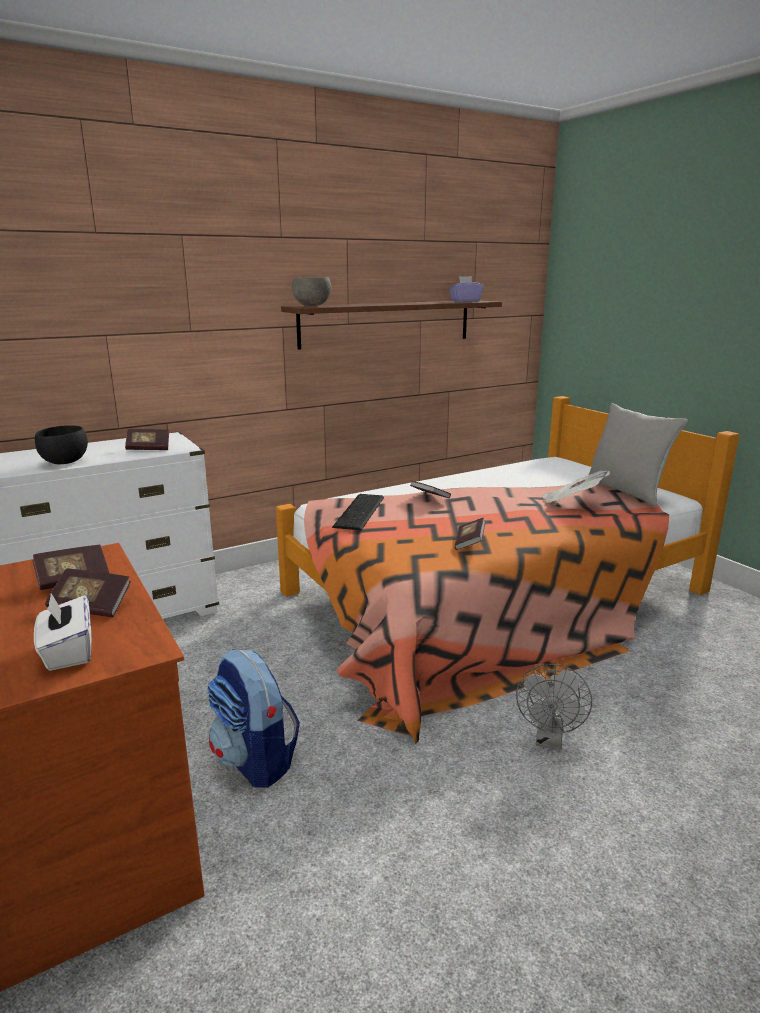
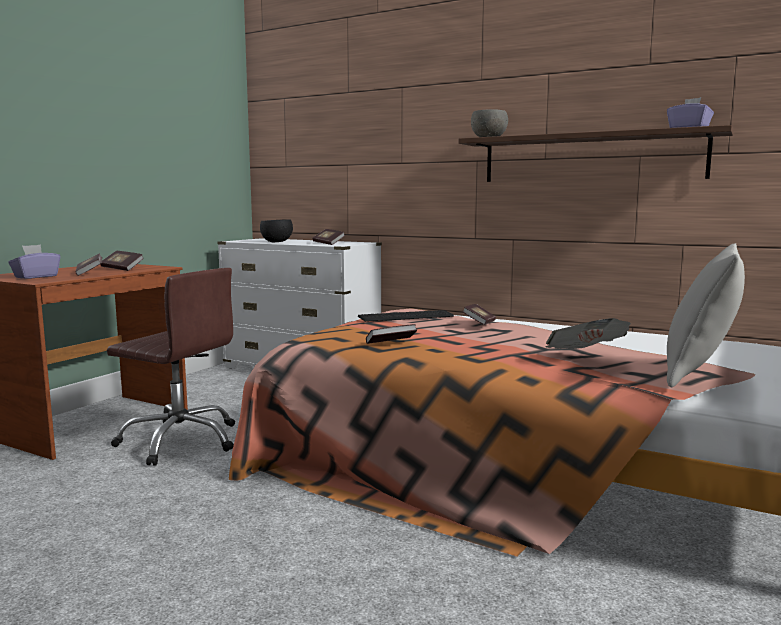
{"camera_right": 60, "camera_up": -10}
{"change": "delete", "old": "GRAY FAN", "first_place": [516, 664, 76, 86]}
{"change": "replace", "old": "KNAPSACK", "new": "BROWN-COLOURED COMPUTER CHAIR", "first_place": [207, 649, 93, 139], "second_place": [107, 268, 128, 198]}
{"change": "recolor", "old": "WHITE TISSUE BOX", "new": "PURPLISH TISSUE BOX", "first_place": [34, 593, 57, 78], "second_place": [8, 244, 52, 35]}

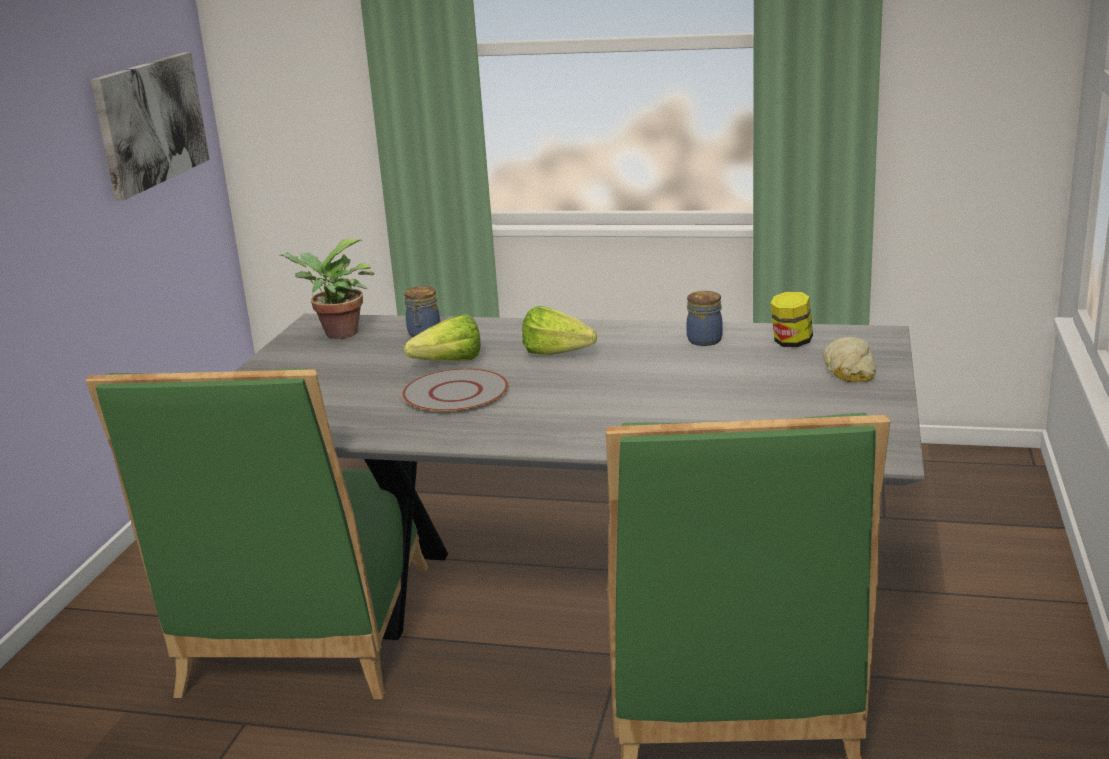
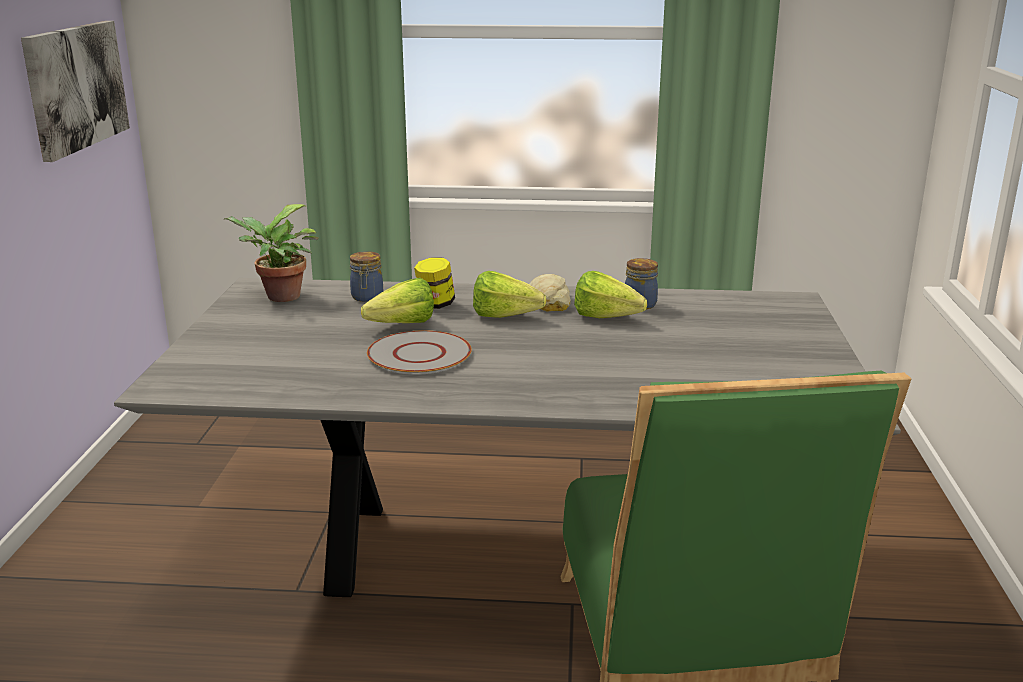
{"camera_right": -10, "camera_up": 0}
{"change": "delete", "old": "GREENISH PLAIN CHAIR", "first_place": [85, 368, 343, 331]}
{"change": "insert", "new": "LETTUCE", "second_place": [574, 271, 73, 47]}
{"change": "move", "old": "JAR", "first_place": [770, 291, 43, 56], "second_place": [414, 257, 41, 52]}
{"change": "move", "old": "BAKED BREAD", "first_place": [823, 337, 53, 45], "second_place": [529, 274, 42, 37]}

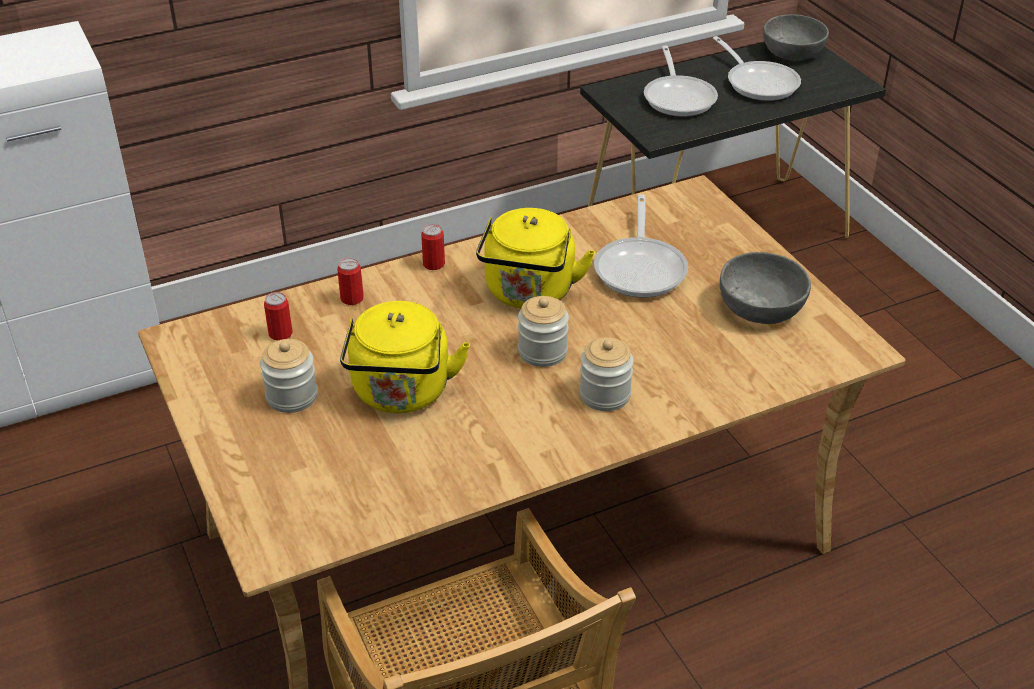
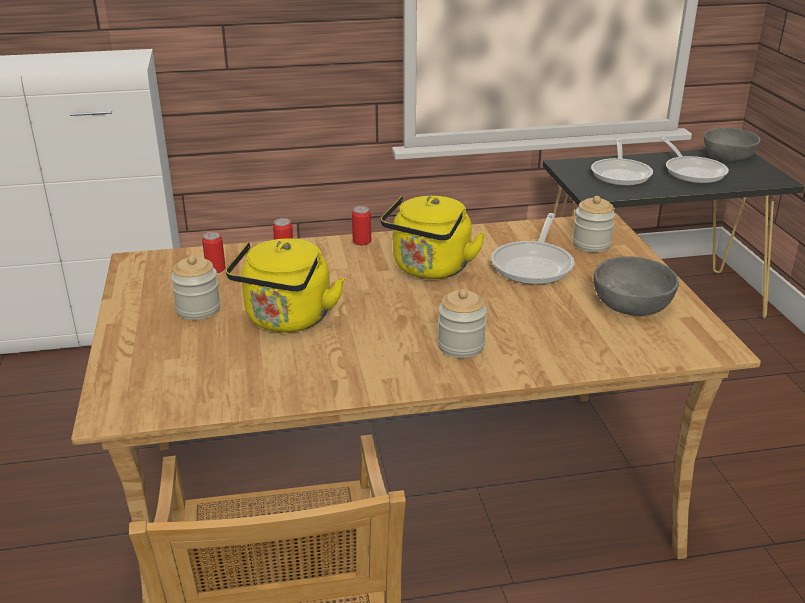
{"camera_right": 15, "camera_up": -10}
{"change": "move", "old": "JAR", "first_place": [518, 296, 51, 71], "second_place": [572, 196, 43, 57]}

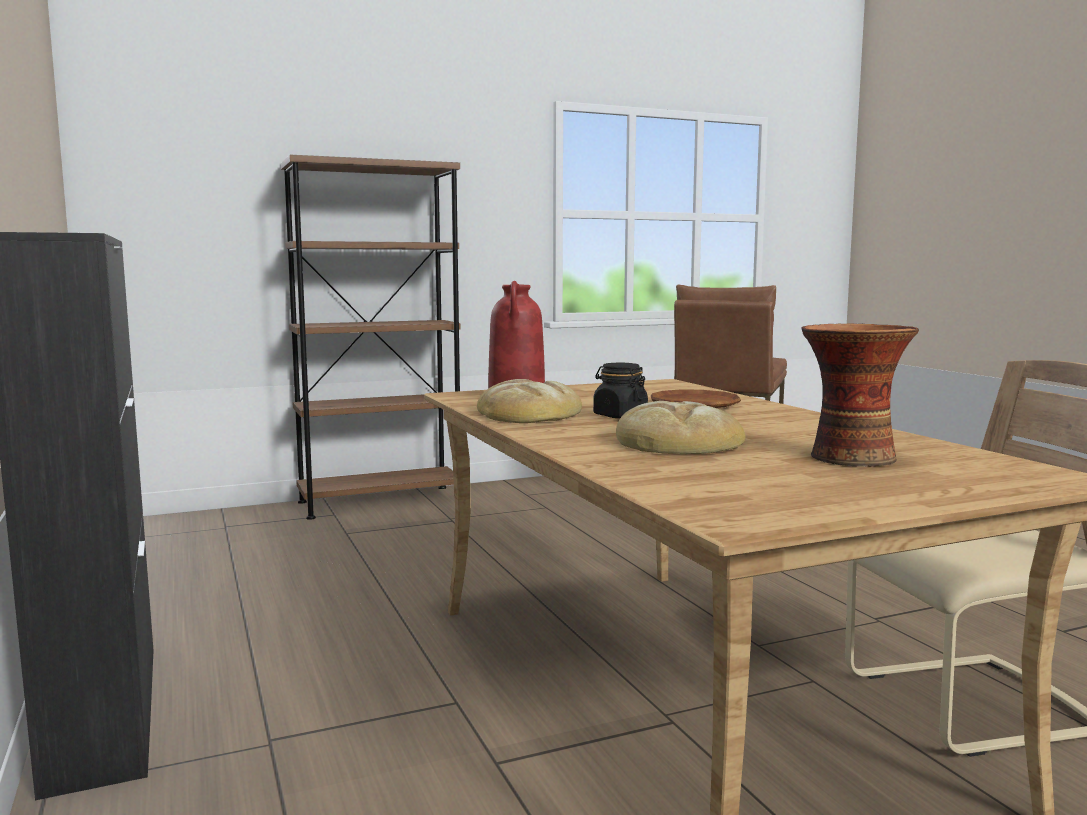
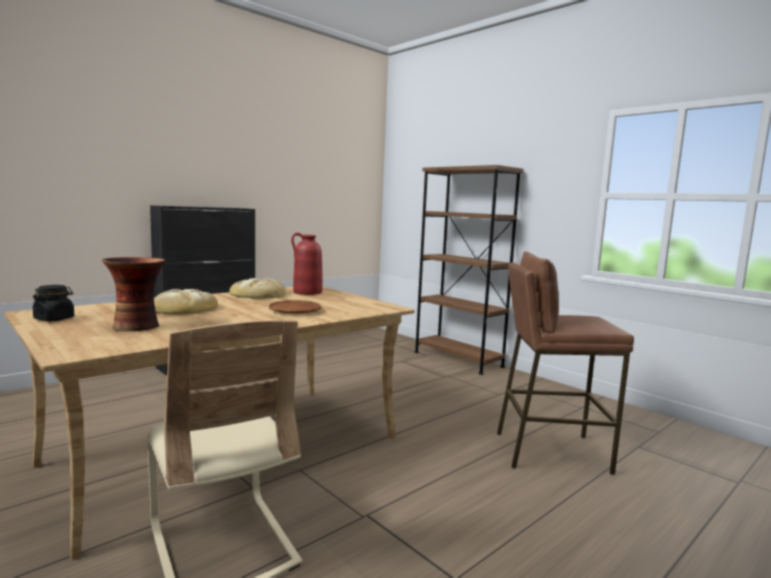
{"camera_right": 70, "camera_up": 0}
{"change": "move", "old": "BLACK-COLOURED JAR", "first_place": [593, 363, 55, 55], "second_place": [32, 285, 42, 36]}

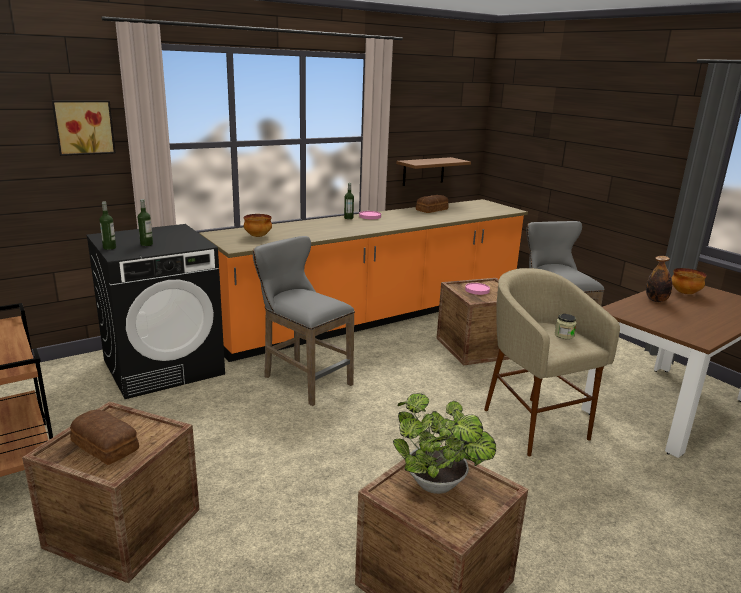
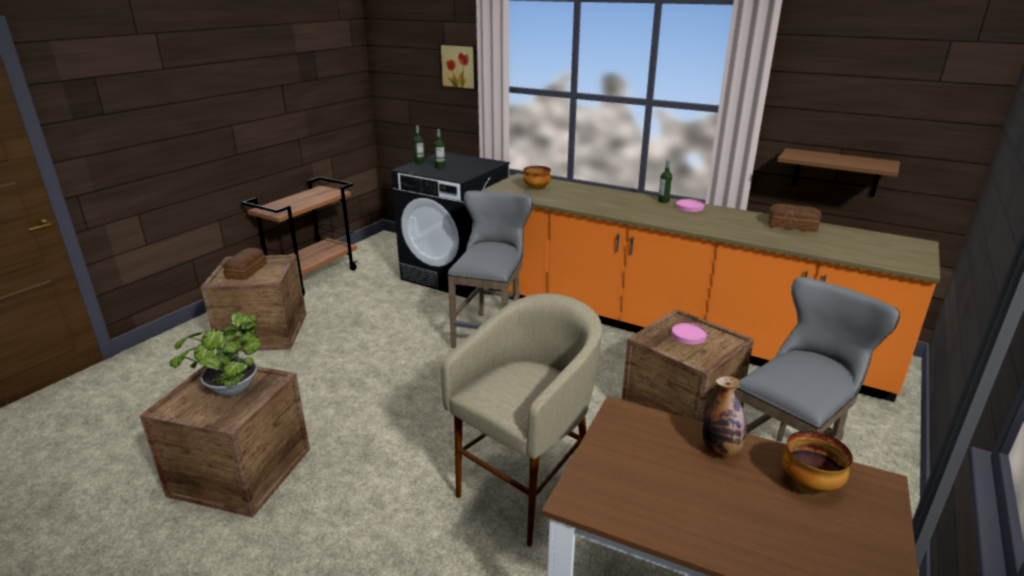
{"camera_right": 65, "camera_up": 5}
{"change": "delete", "old": "JAR", "first_place": [555, 314, 22, 25]}

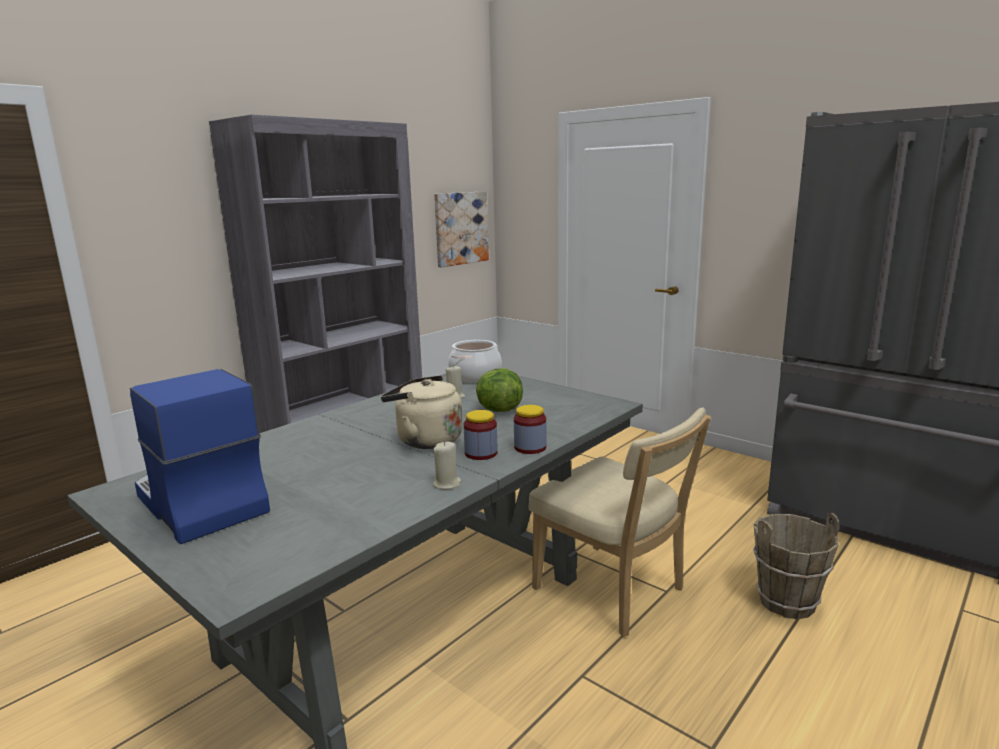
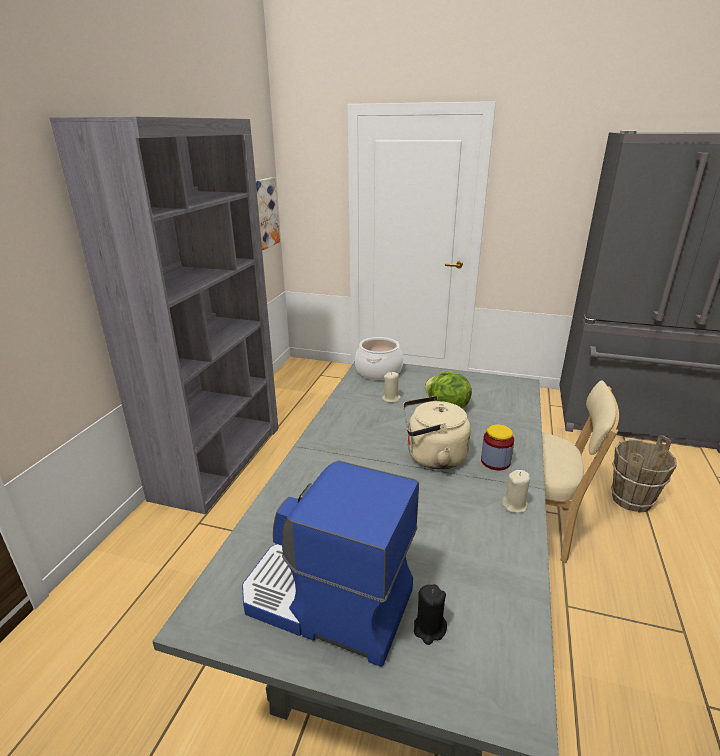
{"camera_right": -25, "camera_up": 10}
{"change": "delete", "old": "JAR", "first_place": [514, 405, 32, 49]}
{"change": "insert", "new": "BLACK-COLOURED CANDLE", "second_place": [414, 584, 33, 61]}

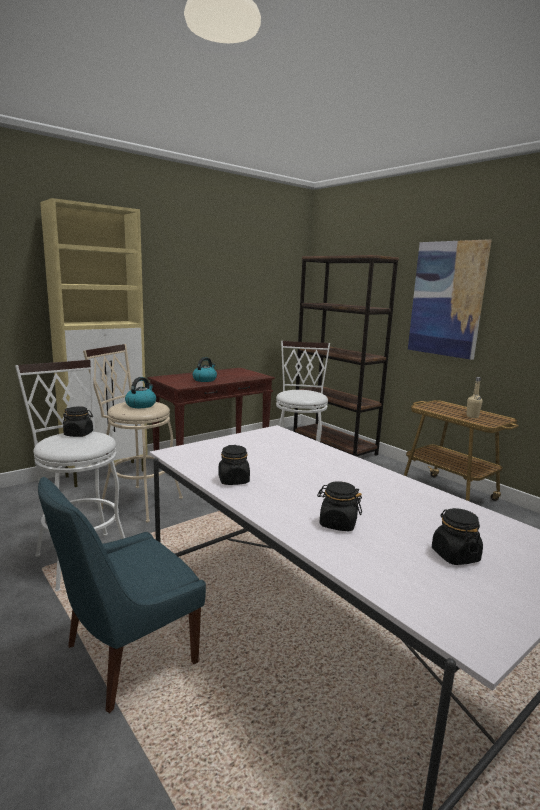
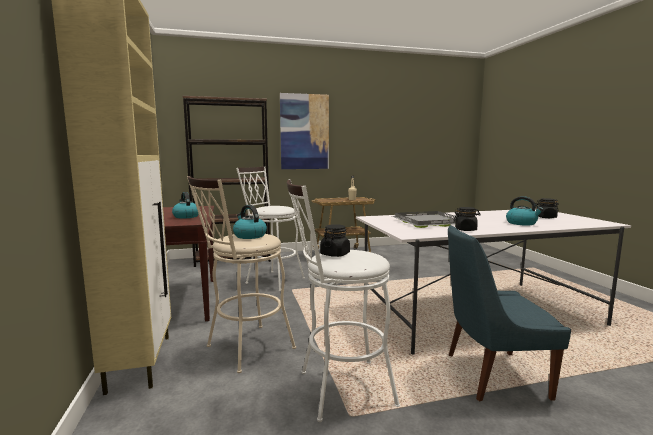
{"camera_right": -65, "camera_up": -5}
{"change": "insert", "new": "GRAY SERVING TRAY", "second_place": [392, 211, 64, 17]}
{"change": "replace", "old": "BLACK-COLOURED JAR", "new": "TEA KETTLE", "first_place": [317, 481, 45, 50], "second_place": [506, 196, 38, 30]}
{"change": "rotate", "old": "BLUE PLAIN CHAIR", "first_place": [38, 477, 168, 236], "second_place": [448, 225, 123, 176], "degrees": 105}

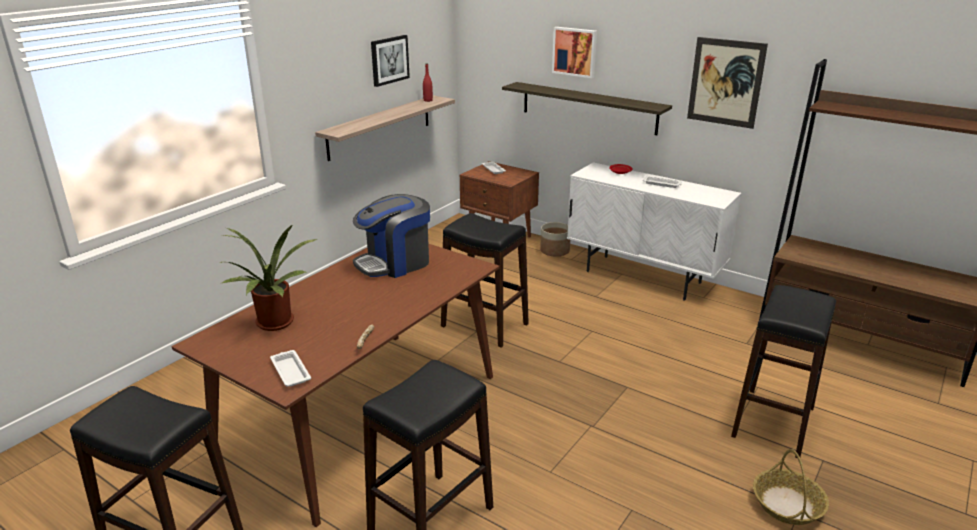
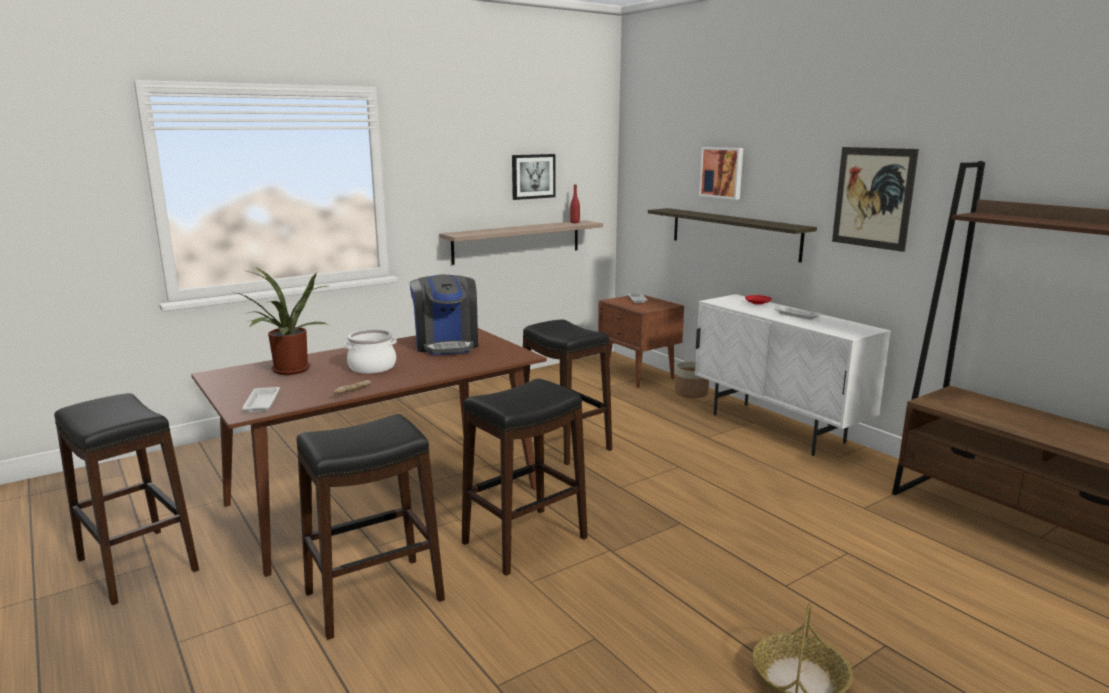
{"camera_right": 20, "camera_up": -10}
{"change": "insert", "new": "STOCKPOT", "second_place": [344, 329, 53, 45]}
{"change": "move", "old": "BLACK-COLOURED SITTING STOOL", "first_place": [731, 285, 105, 173], "second_place": [462, 379, 126, 197]}
{"change": "rotate", "old": "COFFEE BREWER", "first_place": [353, 194, 77, 84], "second_place": [409, 274, 69, 81], "degrees": -90}

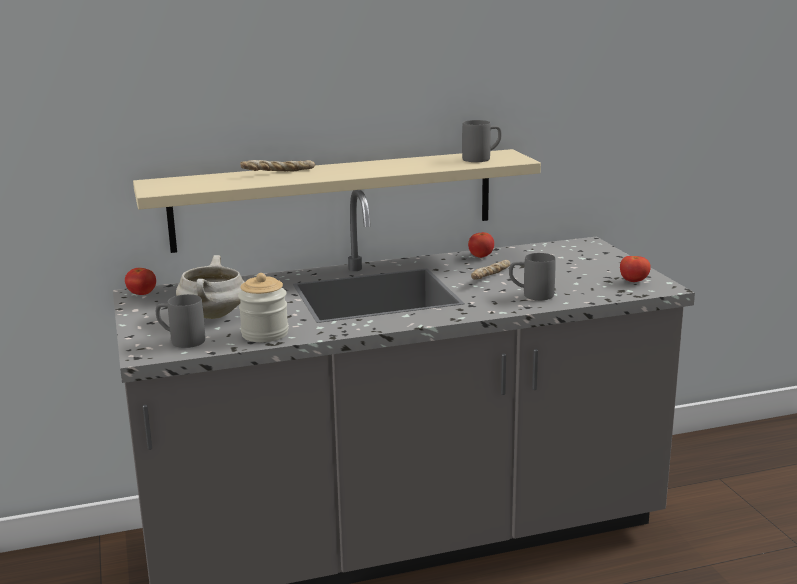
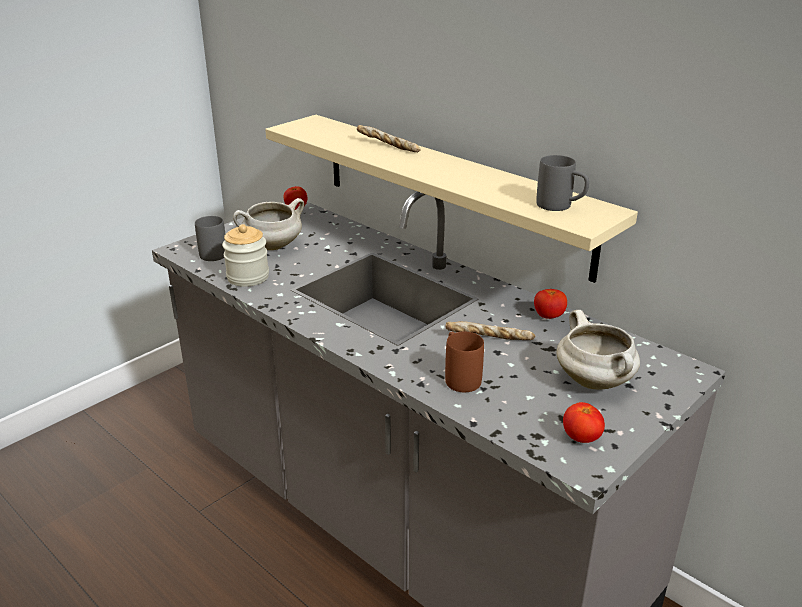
{"camera_right": 60, "camera_up": 10}
{"change": "insert", "new": "WHITE STOCKPOT", "second_place": [556, 310, 84, 80]}
{"change": "recolor", "old": "GRAY MUG", "new": "BROWN-COLOURED MUG", "first_place": [509, 253, 47, 47], "second_place": [445, 332, 39, 60]}

